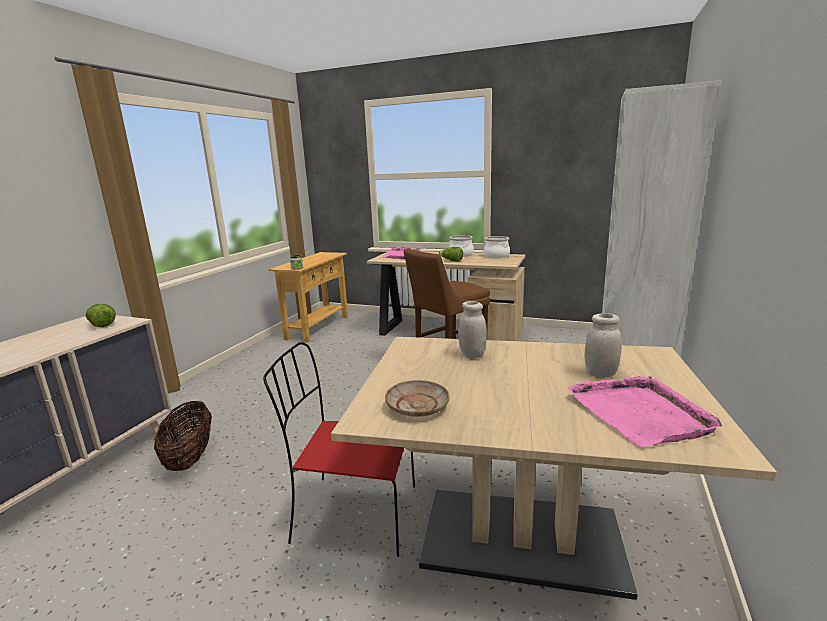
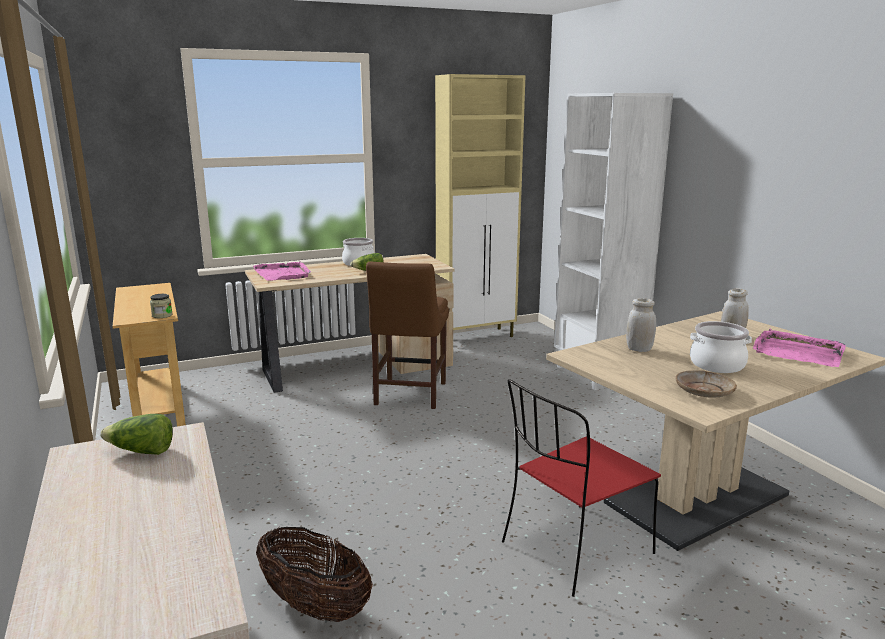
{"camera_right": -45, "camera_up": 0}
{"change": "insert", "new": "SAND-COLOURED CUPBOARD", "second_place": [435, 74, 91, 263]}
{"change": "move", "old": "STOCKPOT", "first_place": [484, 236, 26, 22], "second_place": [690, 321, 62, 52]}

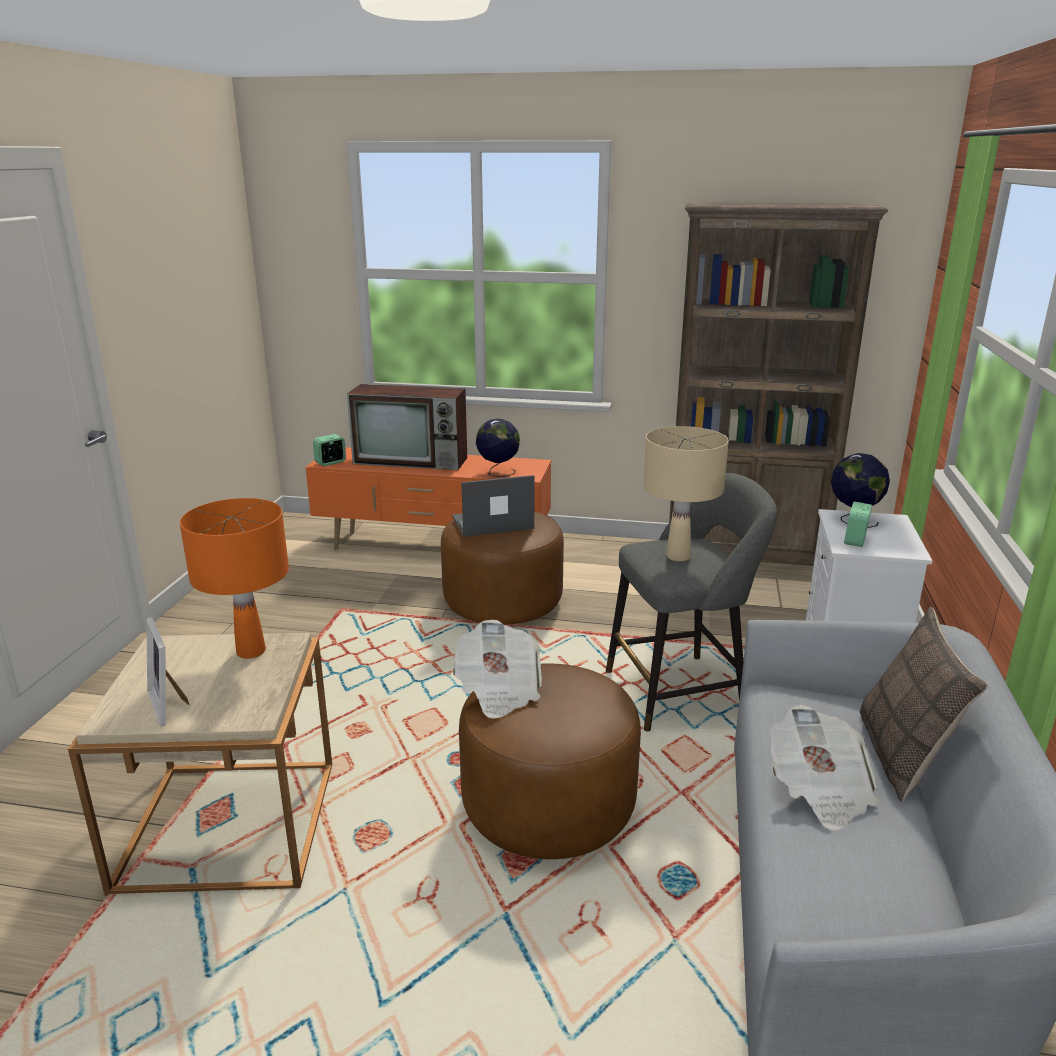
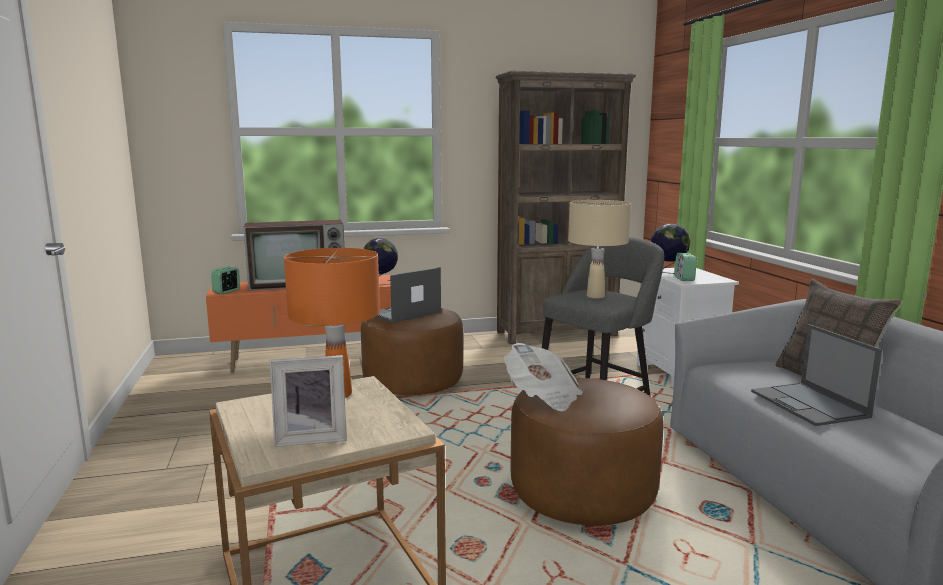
{"camera_right": -25, "camera_up": -10}
{"change": "replace", "old": "DAILY PAPER", "new": "LAPTOP", "first_place": [770, 705, 109, 126], "second_place": [751, 324, 131, 102]}
{"change": "rotate", "old": "PHOTO FRAME", "first_place": [146, 617, 43, 109], "second_place": [270, 355, 77, 92], "degrees": -45}

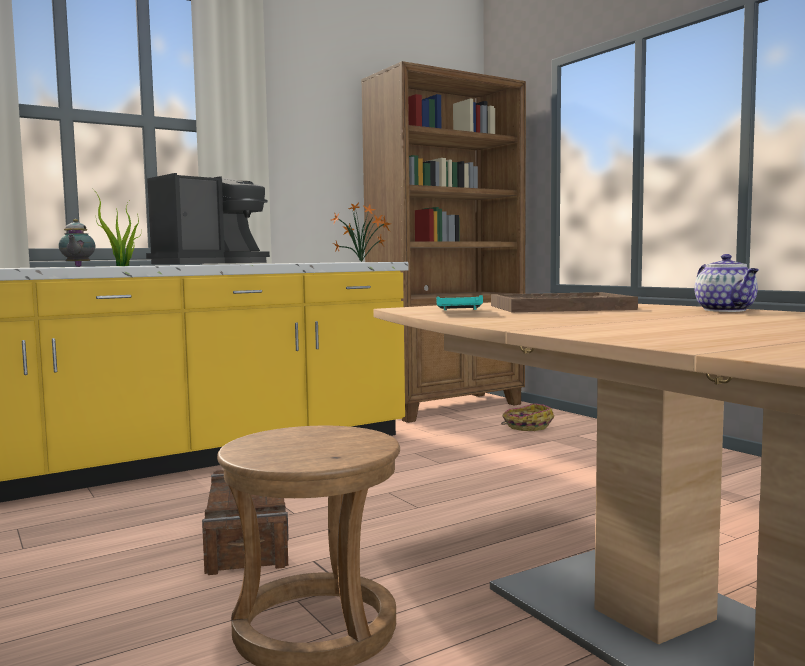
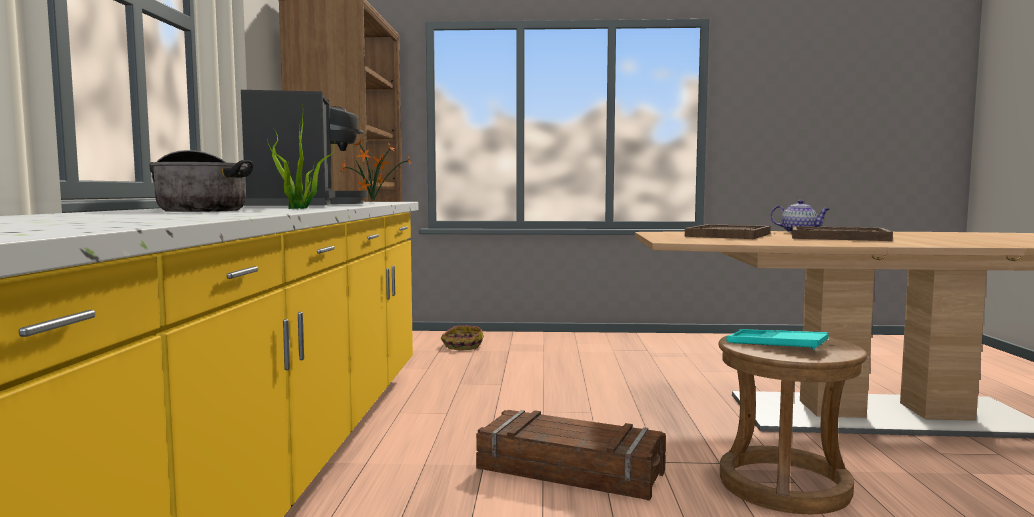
{"camera_right": -55, "camera_up": 0}
{"change": "insert", "new": "BROWN-COLOURED SERVING TRAY", "second_place": [792, 226, 101, 15]}
{"change": "move", "old": "TURQUOISE SERVING TRAY", "first_place": [436, 295, 47, 15], "second_place": [726, 329, 103, 21]}
{"change": "replace", "old": "TEA POT", "new": "STOCKPOT", "first_place": [59, 219, 36, 48], "second_place": [149, 150, 104, 62]}

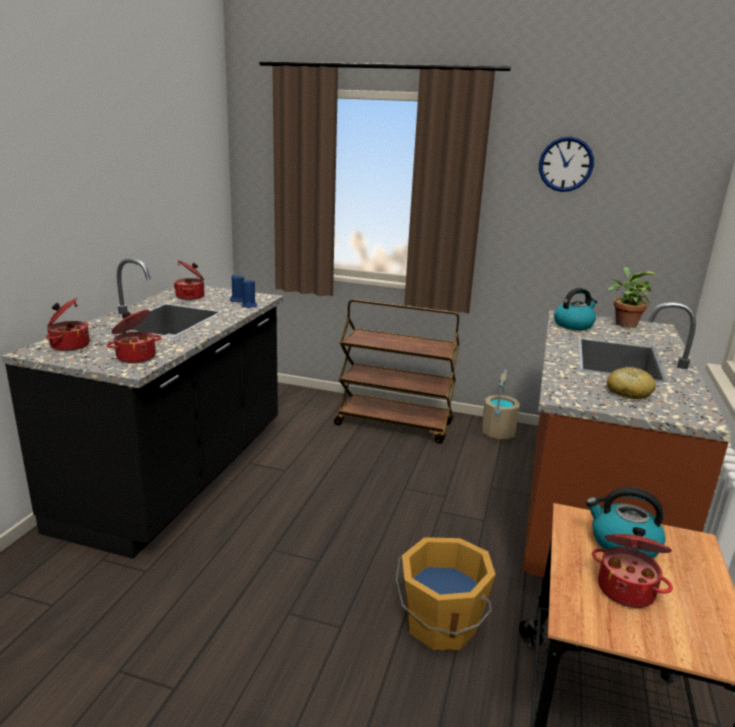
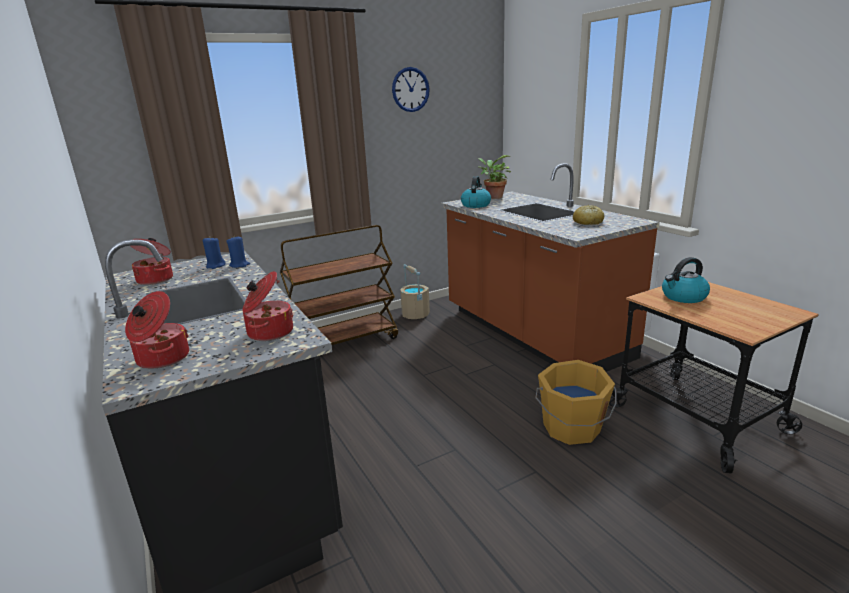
{"camera_right": -45, "camera_up": 0}
{"change": "delete", "old": "STOCKPOT", "first_place": [592, 527, 81, 81]}

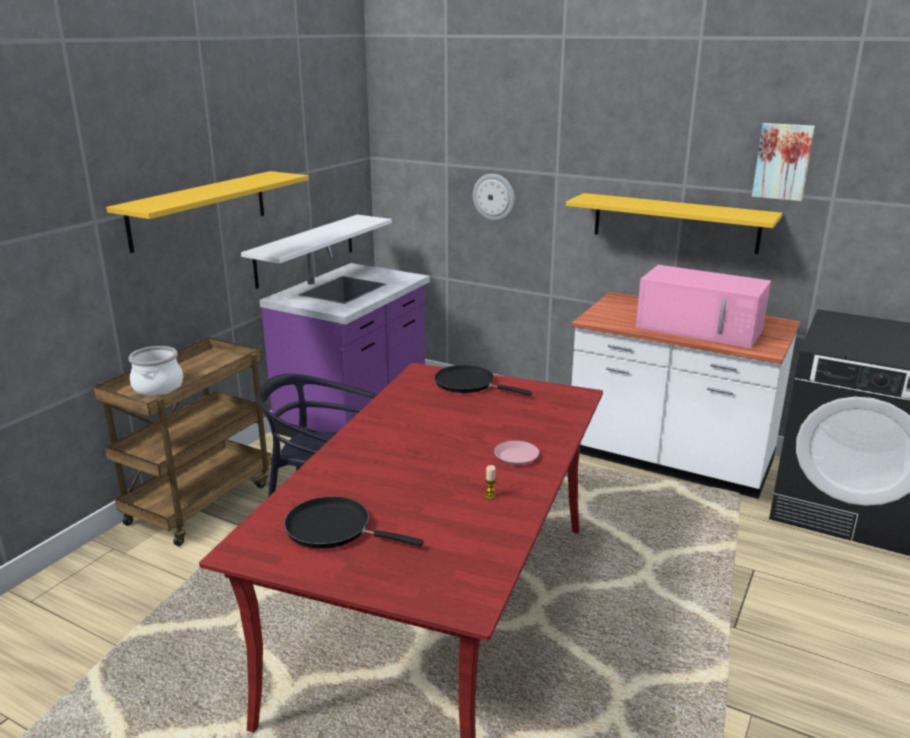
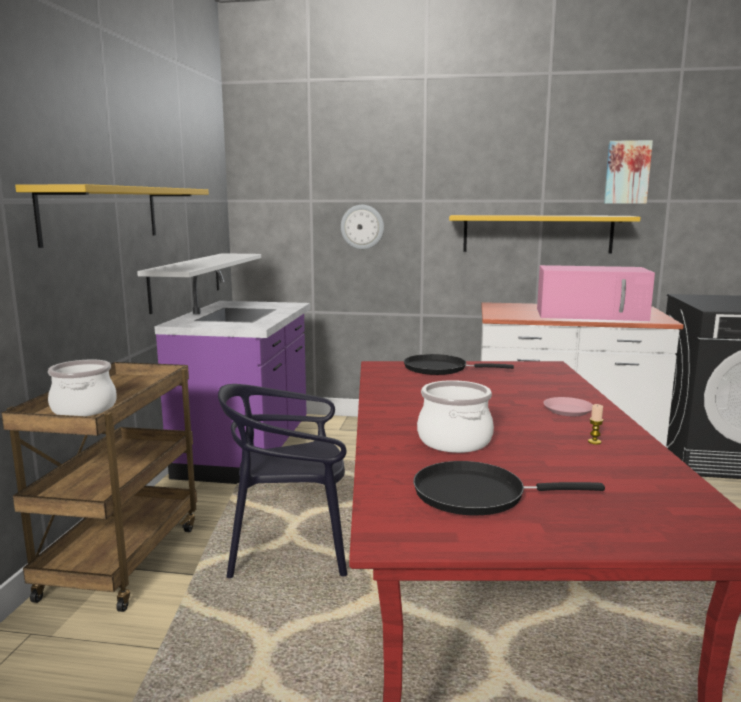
{"camera_right": -20, "camera_up": -10}
{"change": "insert", "new": "STOCKPOT", "second_place": [417, 380, 77, 73]}

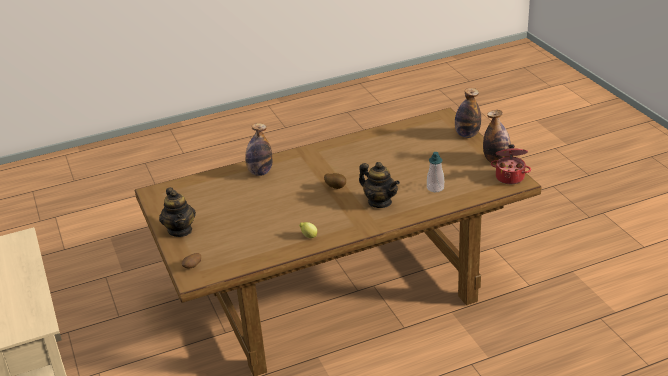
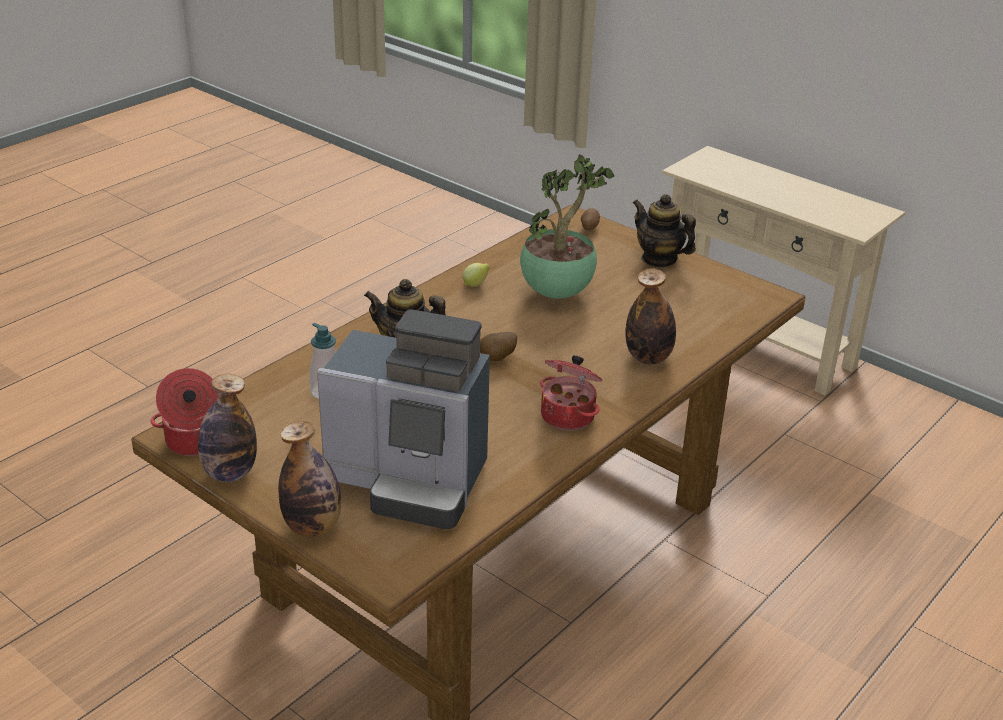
{"camera_right": 150, "camera_up": 0}
{"change": "insert", "new": "COFFEE BREWER", "second_place": [317, 309, 173, 220]}
{"change": "insert", "new": "HOUSEPLANT", "second_place": [520, 154, 94, 145]}
{"change": "insert", "new": "STOCKPOT", "second_place": [540, 355, 62, 75]}

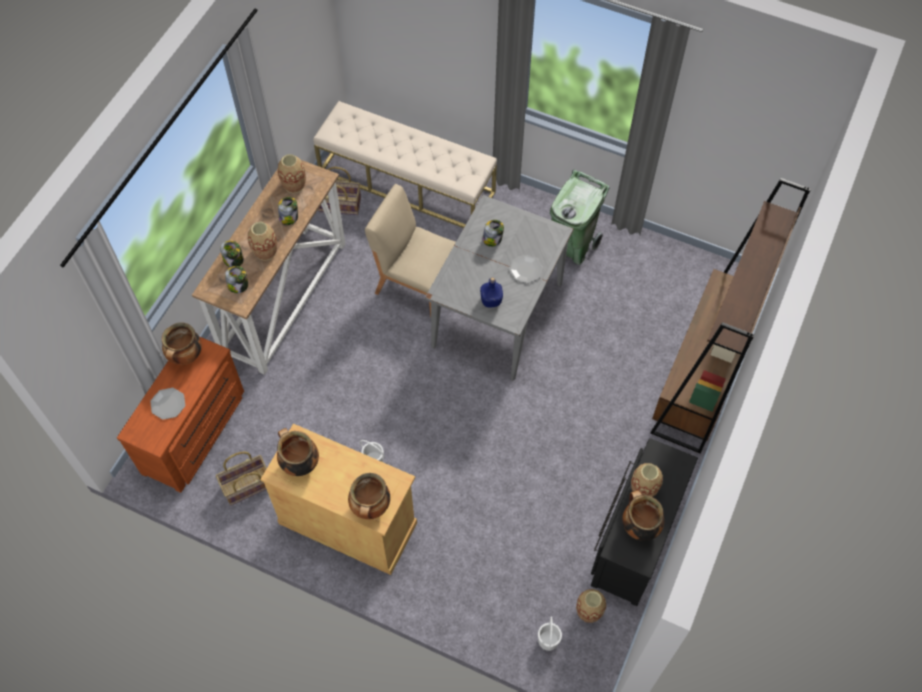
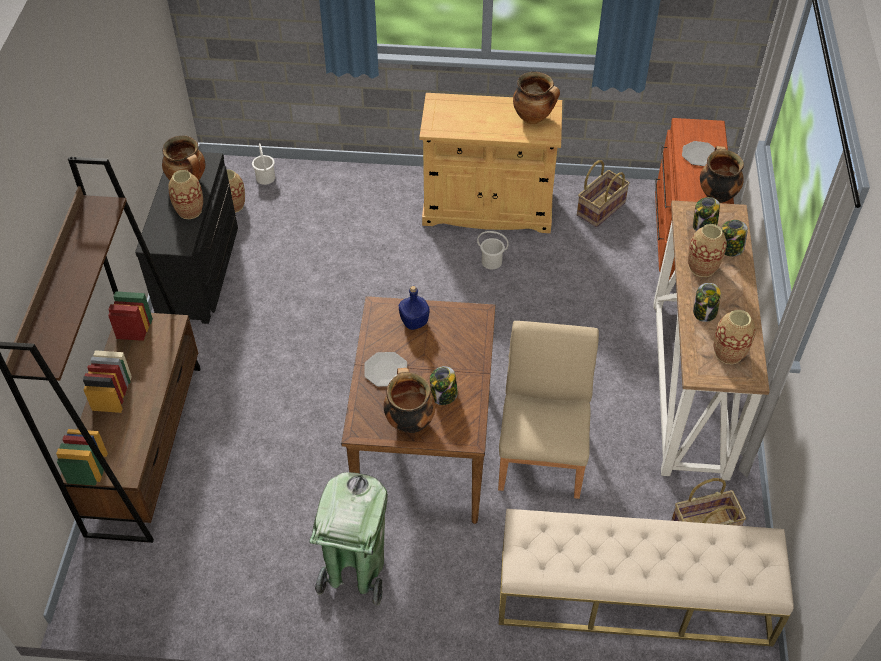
{"camera_right": 160, "camera_up": -10}
{"change": "move", "old": "STOCKPOT", "first_place": [348, 473, 42, 46], "second_place": [384, 368, 51, 65]}
{"change": "recolor", "old": "GRAY KITCHEN TABLE", "new": "BROWN-COLOURED KITCHEN TABLE", "first_place": [425, 195, 149, 185], "second_place": [341, 296, 154, 228]}
{"change": "rotate", "old": "SAND-COLOURED PLAIN CHAIR", "first_place": [365, 184, 91, 133], "second_place": [498, 321, 101, 178], "degrees": -90}

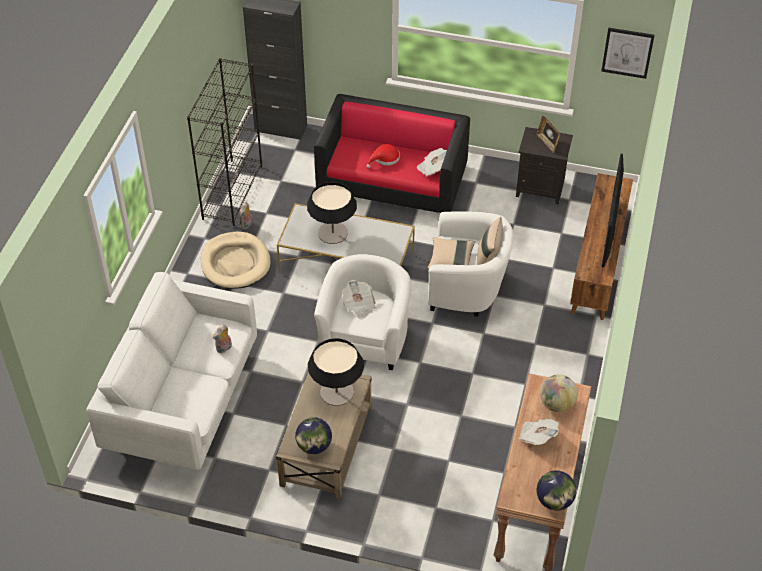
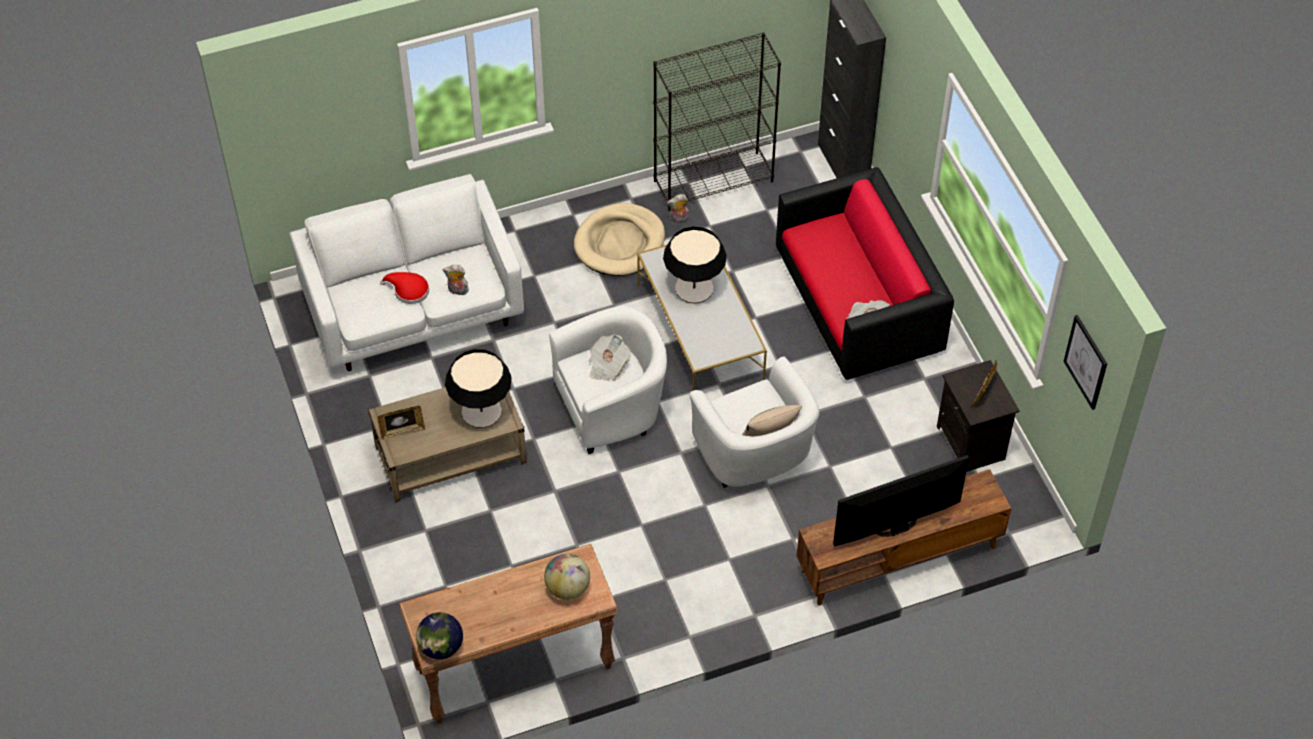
{"camera_right": 55, "camera_up": 5}
{"change": "delete", "old": "SAND-COLOURED CUSHION", "first_place": [428, 237, 47, 32]}
{"change": "delete", "old": "DAILY PAPER", "first_place": [519, 418, 40, 27]}
{"change": "move", "old": "REDDISH WEARABLE HAT", "first_place": [367, 144, 33, 24], "second_place": [380, 272, 49, 32]}
{"change": "replace", "old": "DESK GLOBE", "new": "PHOTO FRAME", "first_place": [295, 417, 37, 37], "second_place": [378, 406, 47, 34]}

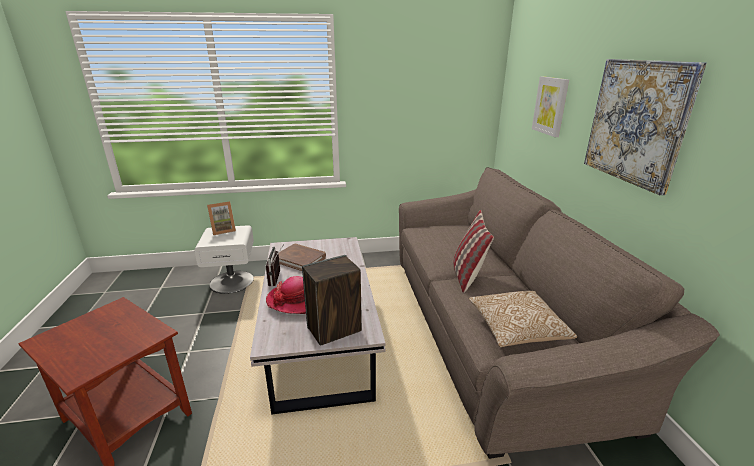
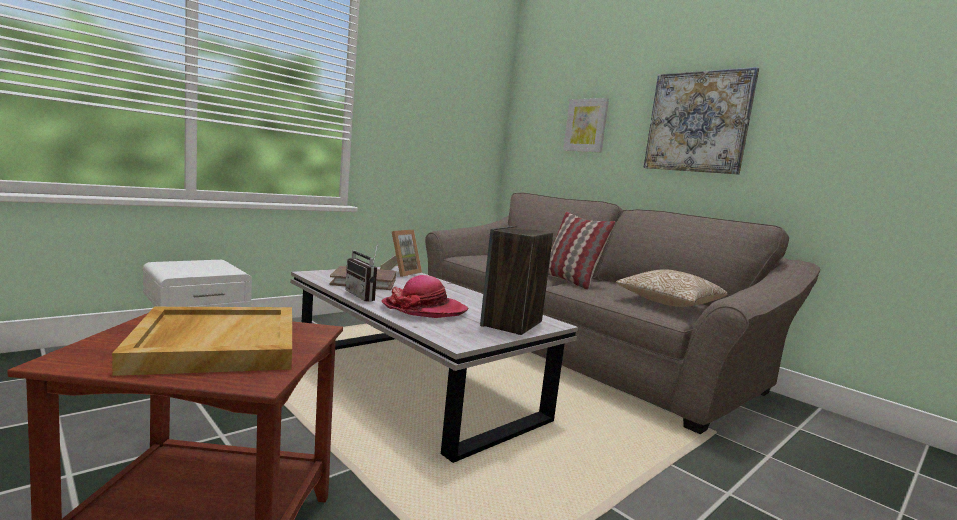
{"camera_right": -35, "camera_up": -15}
{"change": "insert", "new": "SAND-COLOURED SERVING TRAY", "second_place": [112, 307, 180, 69]}
{"change": "move", "old": "PHOTO FRAME", "first_place": [207, 201, 29, 34], "second_place": [380, 229, 42, 48]}

